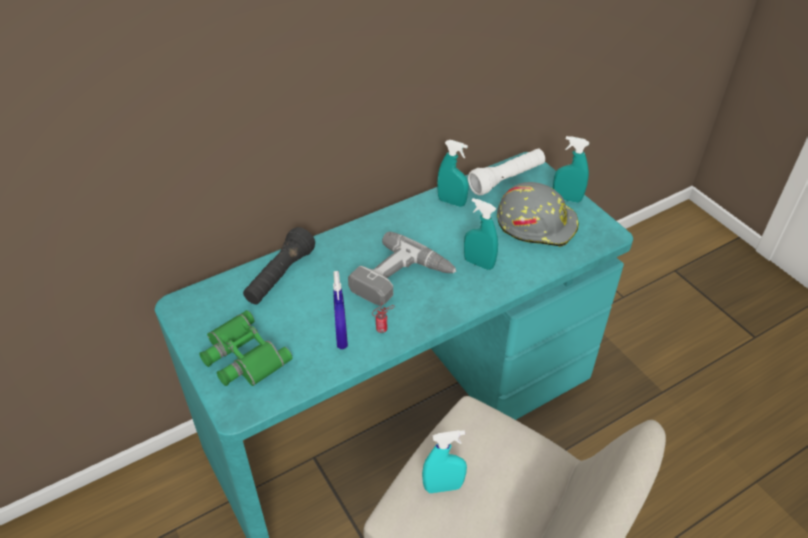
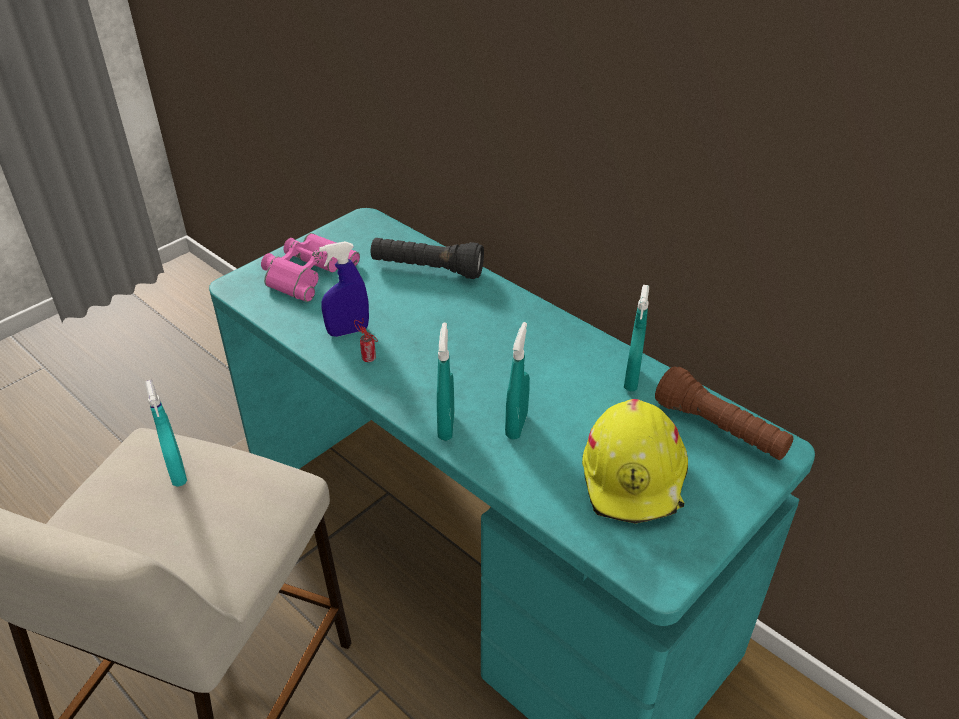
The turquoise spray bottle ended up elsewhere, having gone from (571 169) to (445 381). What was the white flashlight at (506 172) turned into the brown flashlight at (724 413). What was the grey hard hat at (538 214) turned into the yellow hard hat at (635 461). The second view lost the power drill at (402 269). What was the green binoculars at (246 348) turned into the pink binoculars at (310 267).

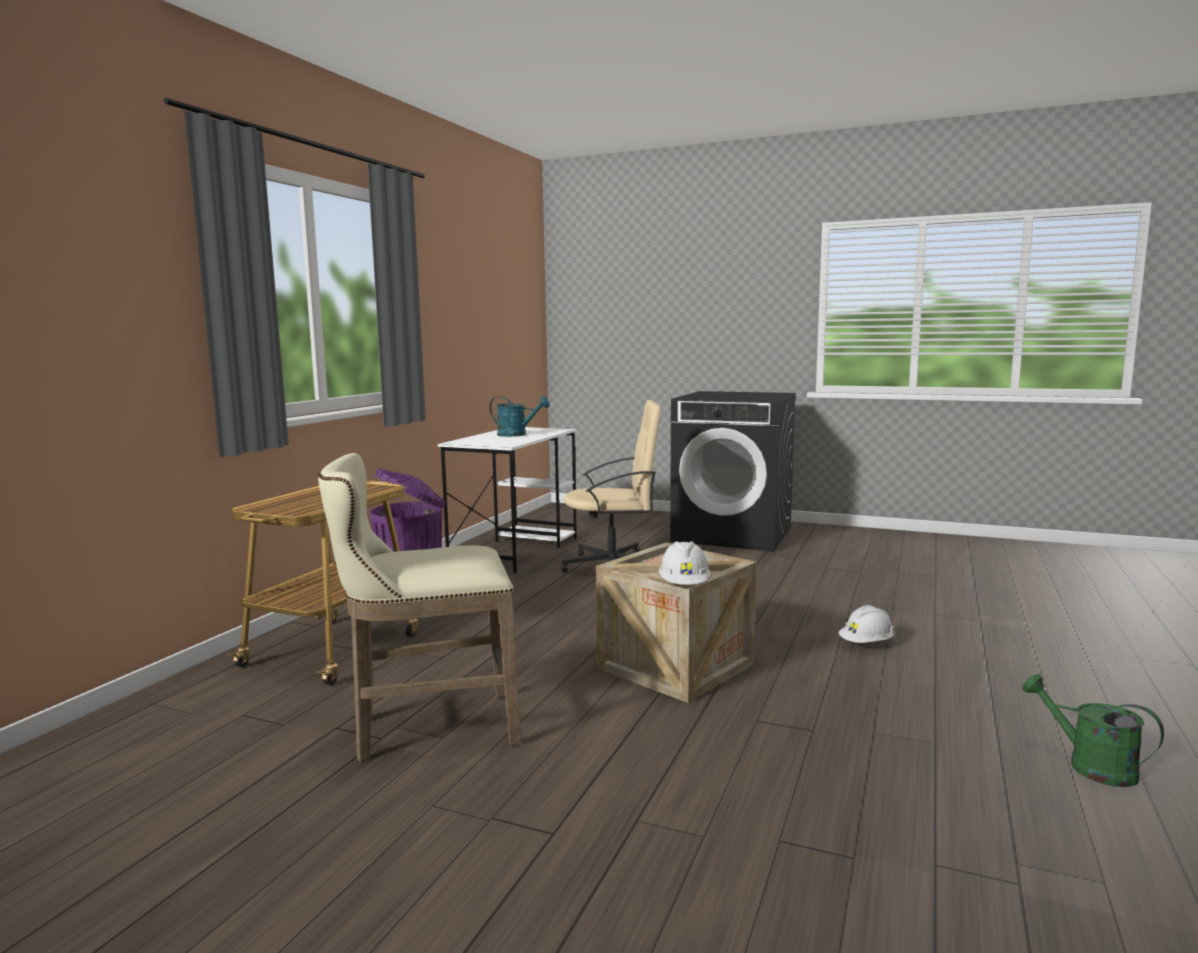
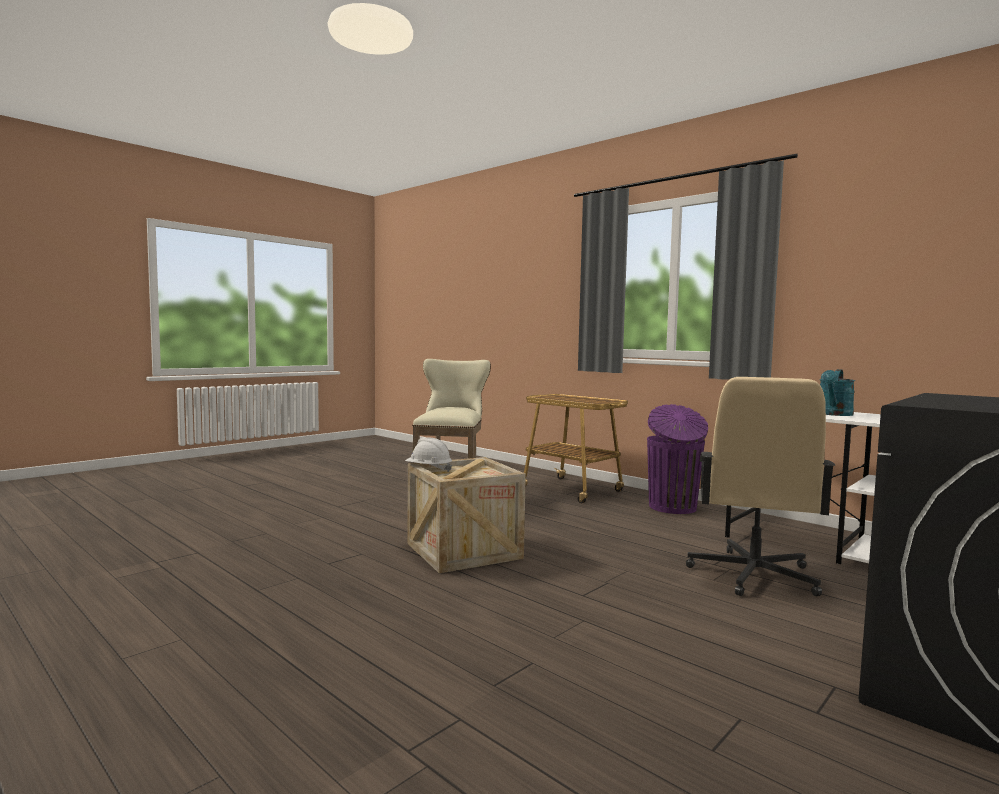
The second view lost the white hard hat at (867 624). The second view lost the green watering can at (1093 730).

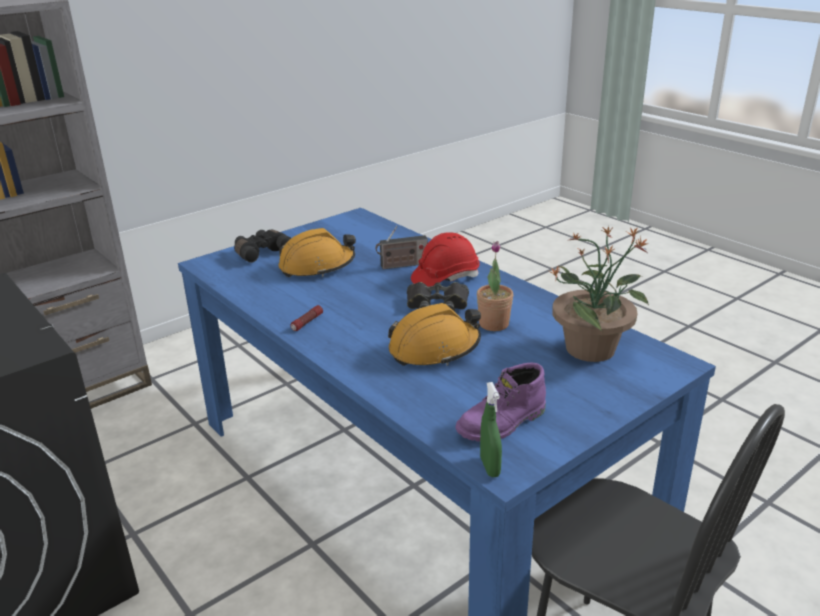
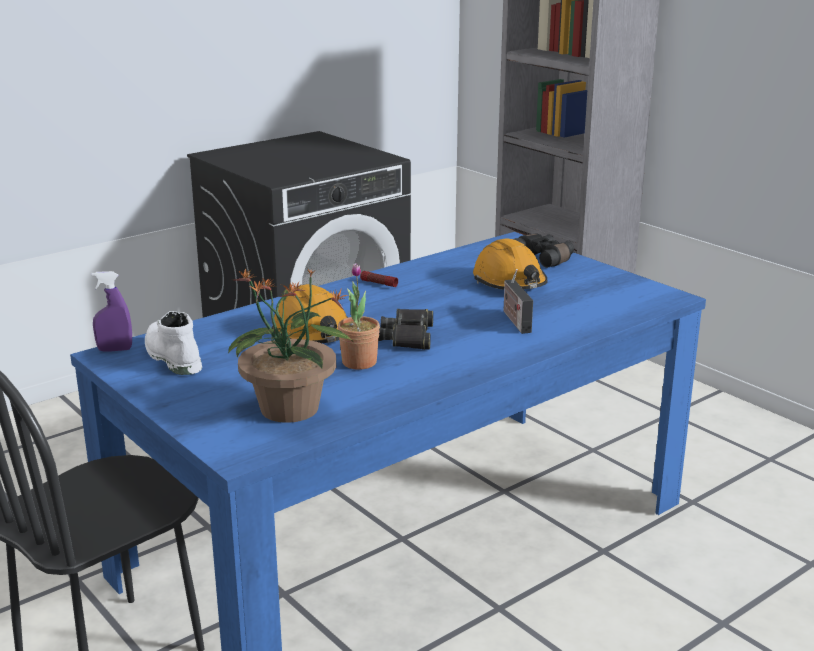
The second view lost the red hard hat at (445 259). What was the purple boot at (500 402) turned into the white boot at (173 343). What was the green spray bottle at (491 429) turned into the purple spray bottle at (111 311).

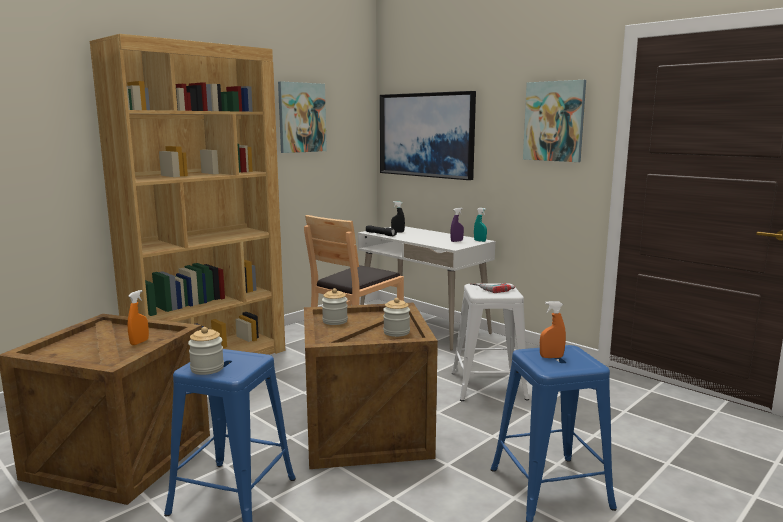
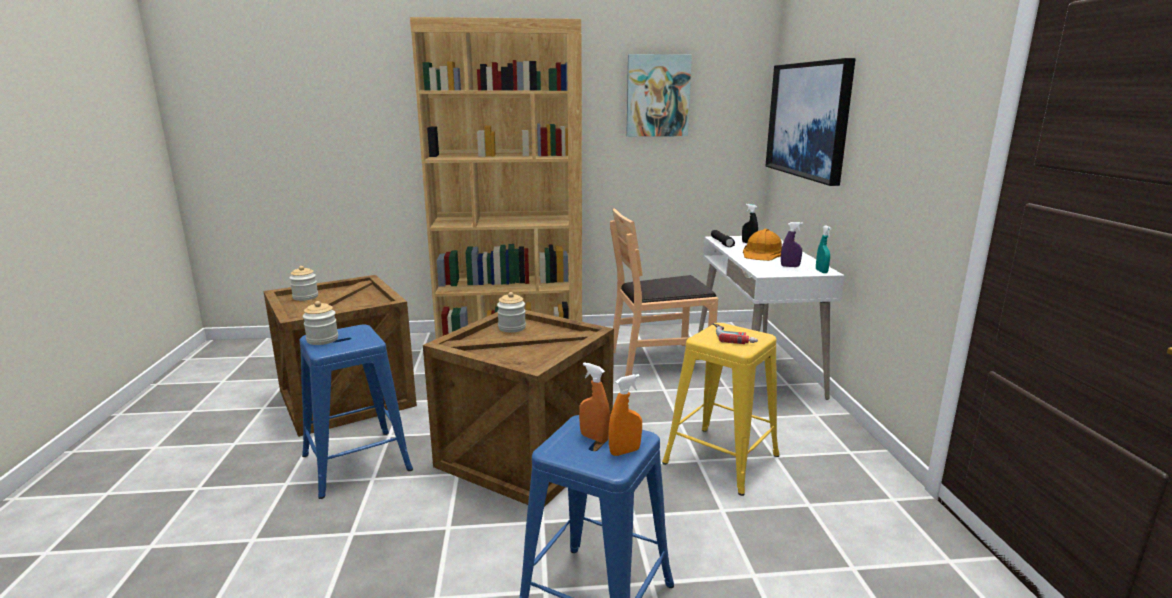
The second view lost the picture at (554 121). What was the white stool at (490 342) turned into the yellow stool at (721 409). The orange spray bottle ended up elsewhere, having gone from (138 317) to (625 415). The jar ended up elsewhere, having gone from (396 317) to (304 283). The second view gained the orange hard hat at (762 245).

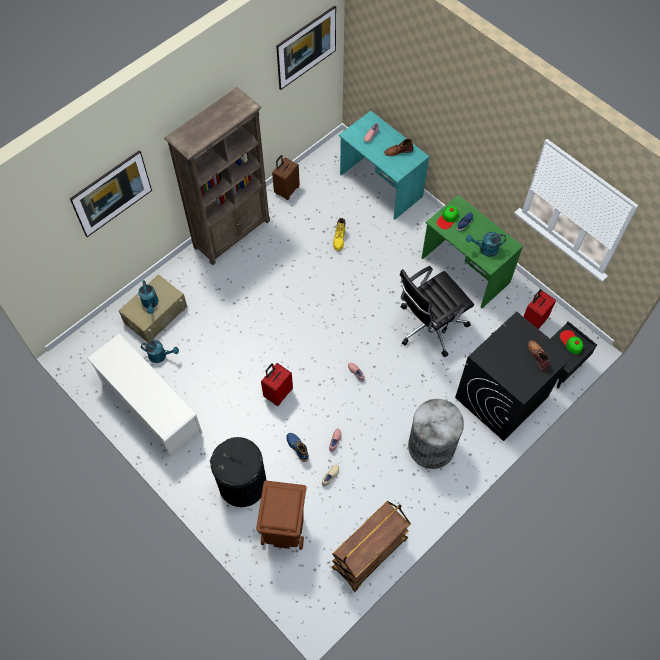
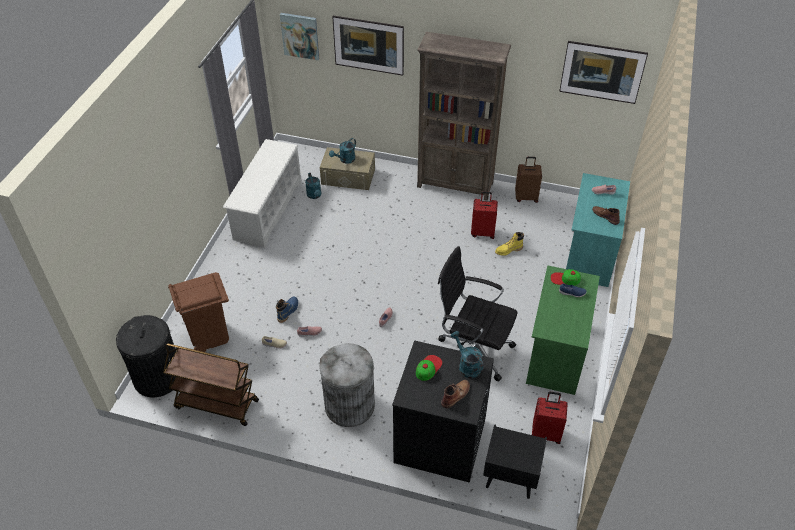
The turquoise watering can ended up elsewhere, having gone from (486 244) to (467 354). The cap ended up elsewhere, having gone from (571 342) to (429 368). The red suitcase ended up elsewhere, having gone from (277 384) to (484 215). The black trash can ended up elsewhere, having gone from (238 472) to (146 356). The second view gained the picture at (299 36).

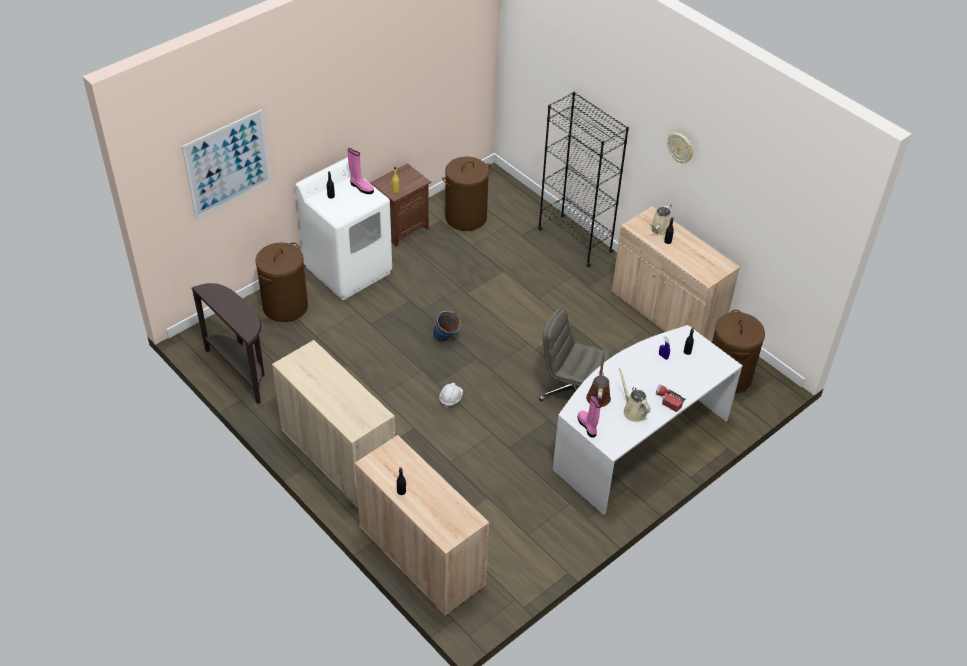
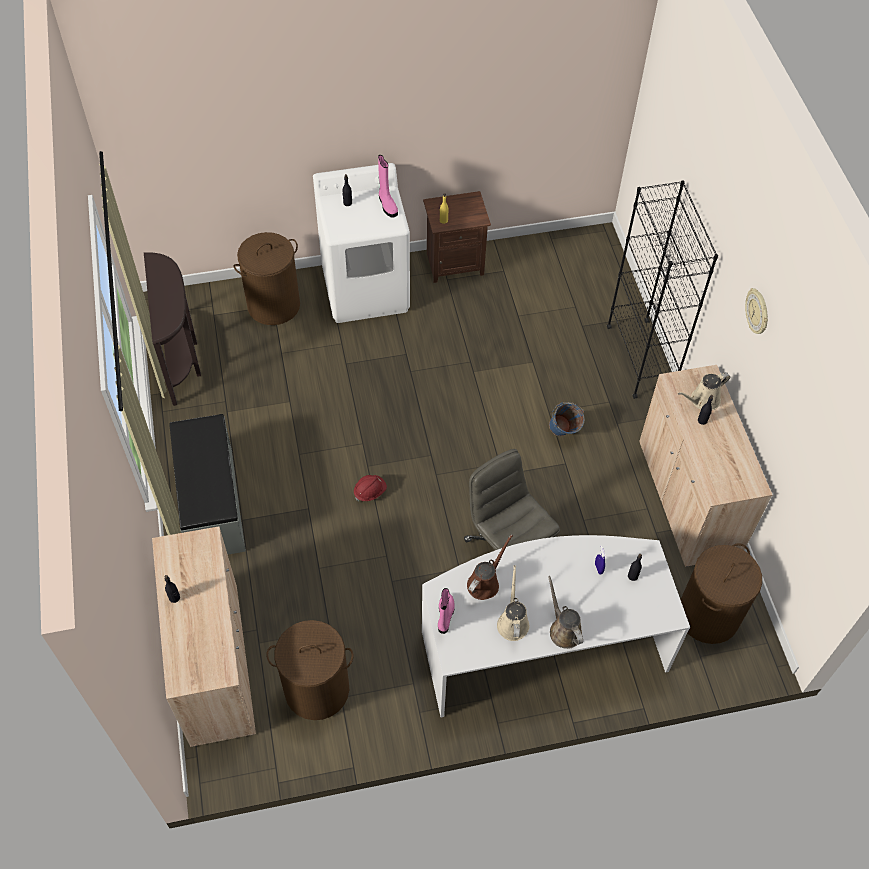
The second view lost the picture at (226 164). The brown laundry basket ended up elsewhere, having gone from (467 194) to (310 670). The blue bucket ended up elsewhere, having gone from (446 326) to (567 419). Where the beige cabinet stood at (333 424), the grey bench came to stand at (207 484). What was the white hard hat at (451 395) turned into the red hard hat at (370 488). Where the flashlight stood at (671 398), the brown watering can came to stand at (565 612).

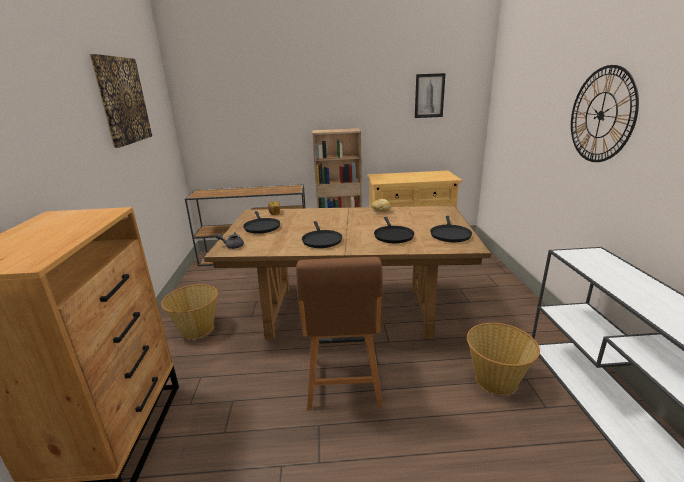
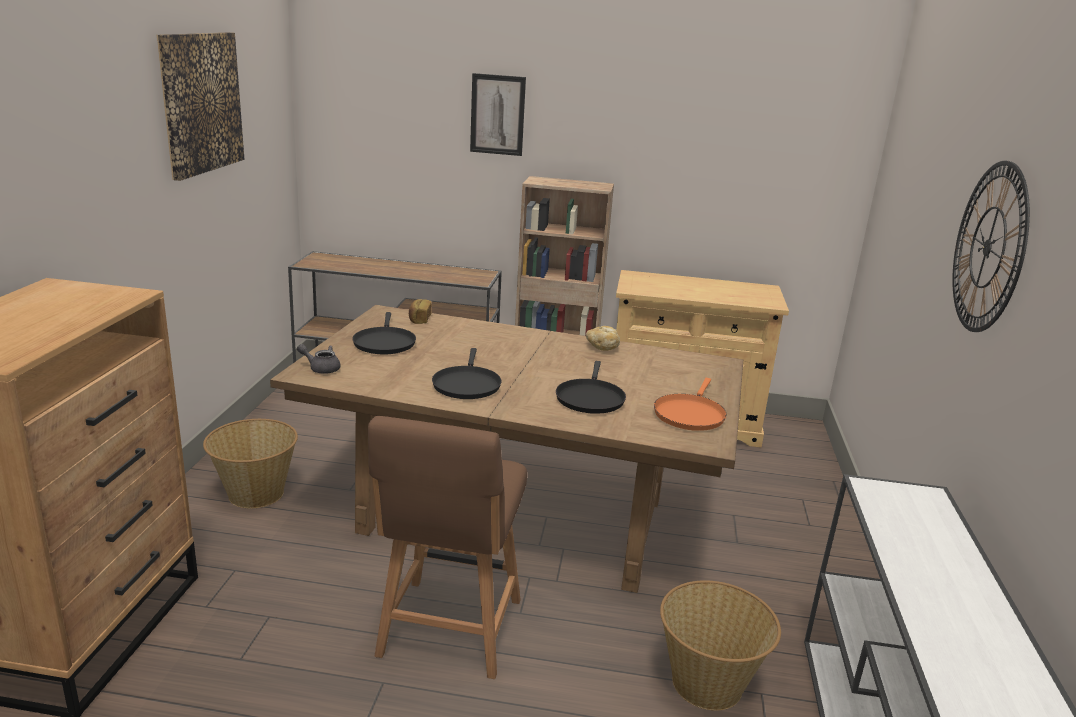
The picture ended up elsewhere, having gone from (430 95) to (498 114). What was the black frying pan at (451 229) turned into the orange frying pan at (690 404).

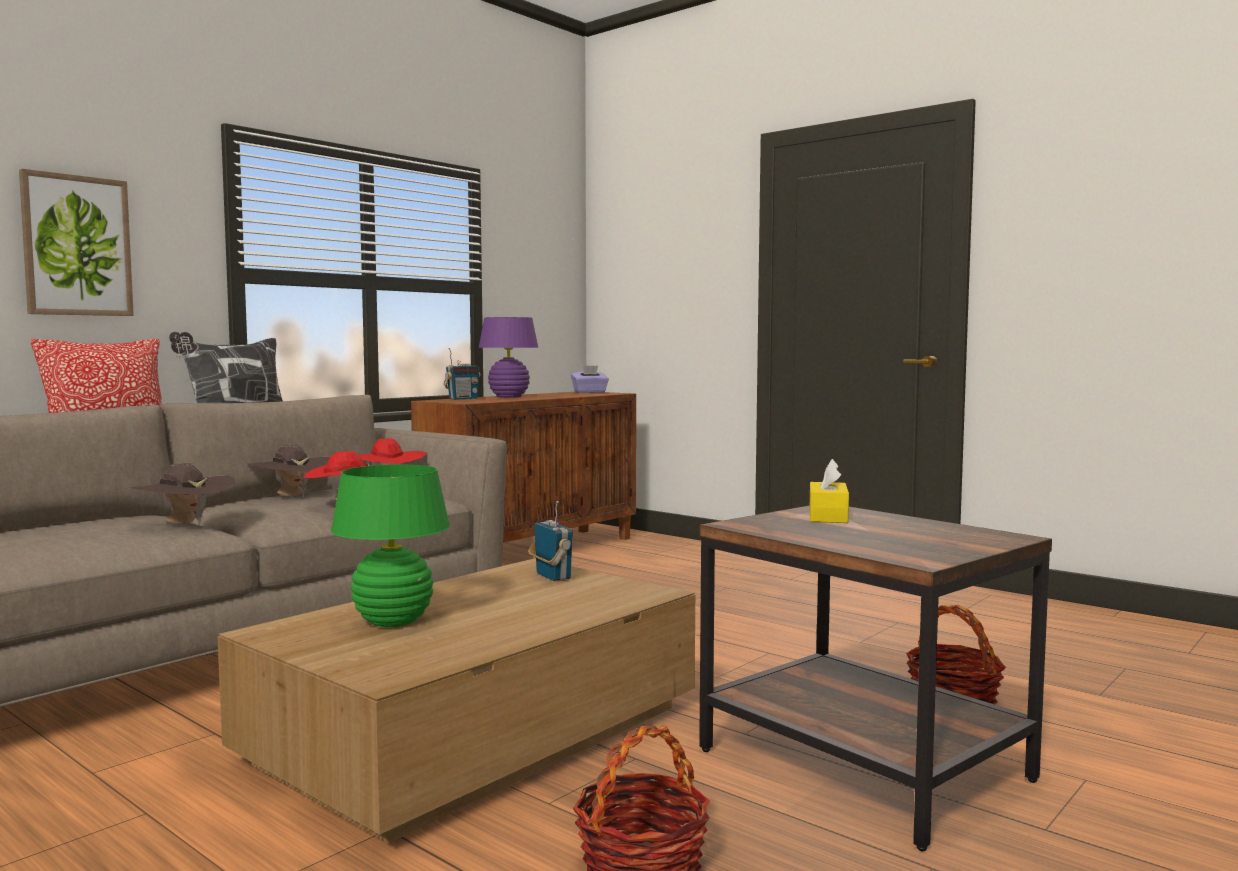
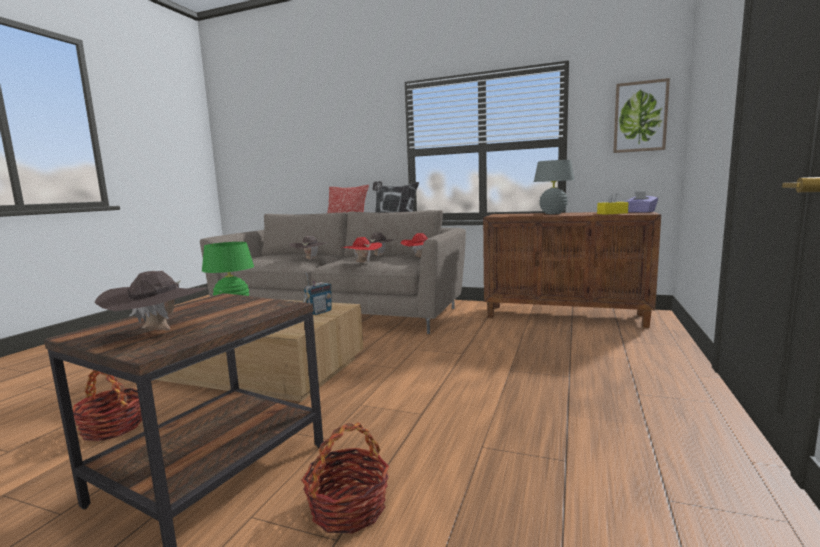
The picture ended up elsewhere, having gone from (76 242) to (641 115). What was the purple table lamp at (509 357) turned into the grey table lamp at (554 187). The second view lost the radio at (461 374). The yellow tissue box ended up elsewhere, having gone from (829 491) to (612 203). The second view gained the brown hat at (150 301).

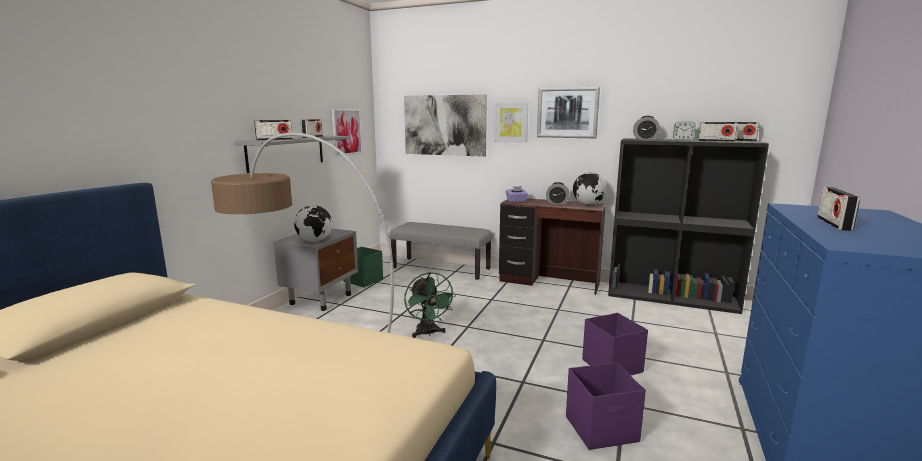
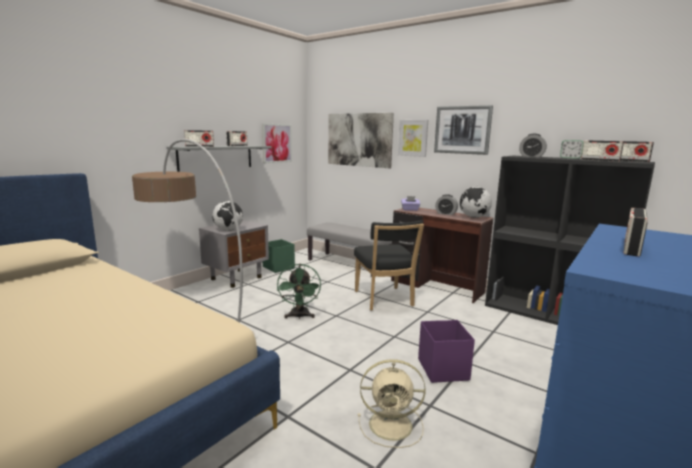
Where the purple storage box stood at (606 406), the beige fan came to stand at (392 403). The second view gained the black chair at (389 265).

